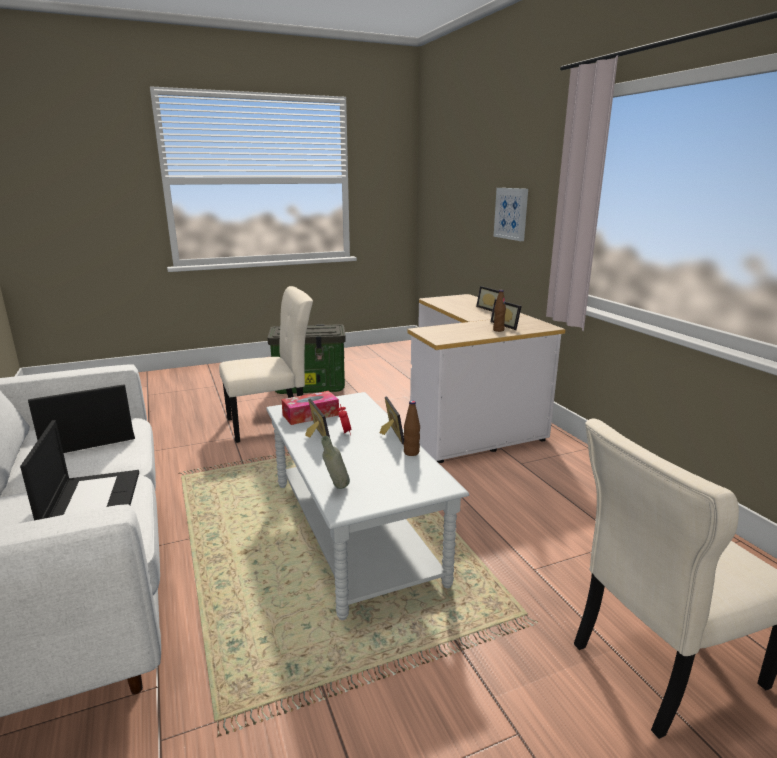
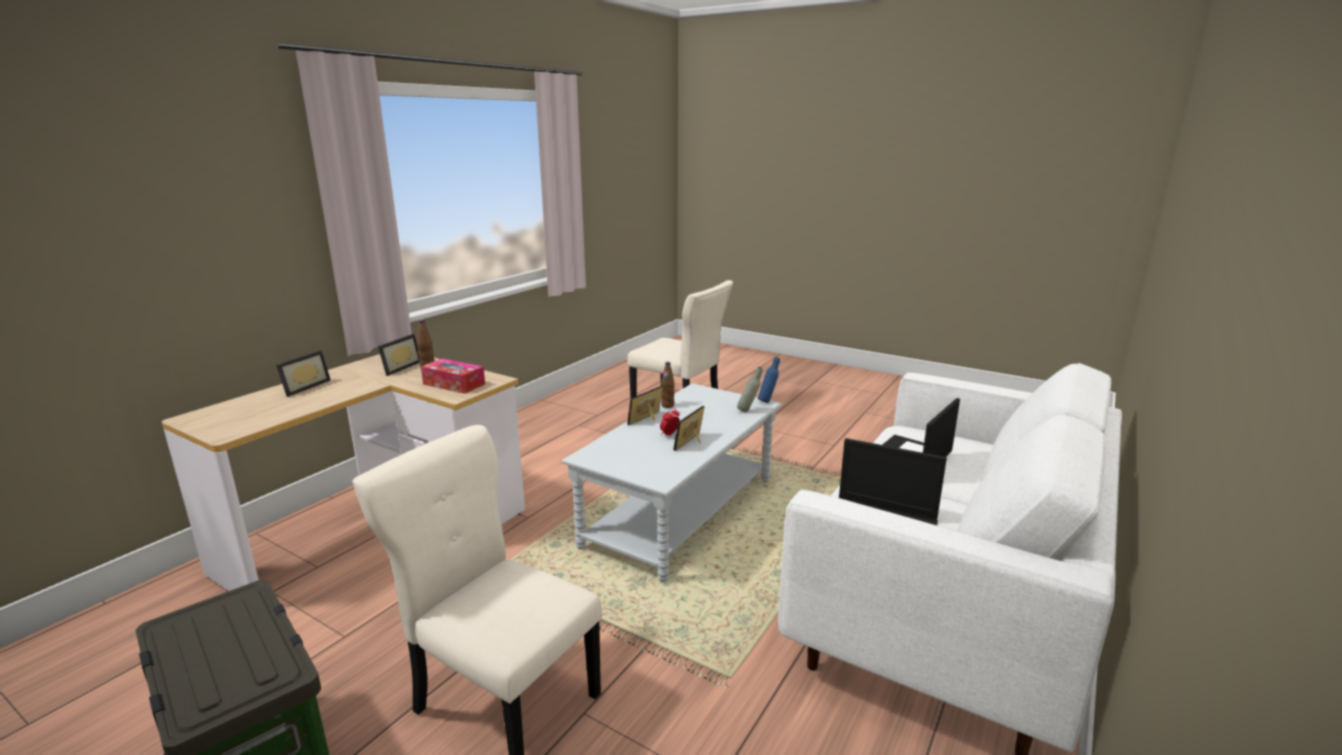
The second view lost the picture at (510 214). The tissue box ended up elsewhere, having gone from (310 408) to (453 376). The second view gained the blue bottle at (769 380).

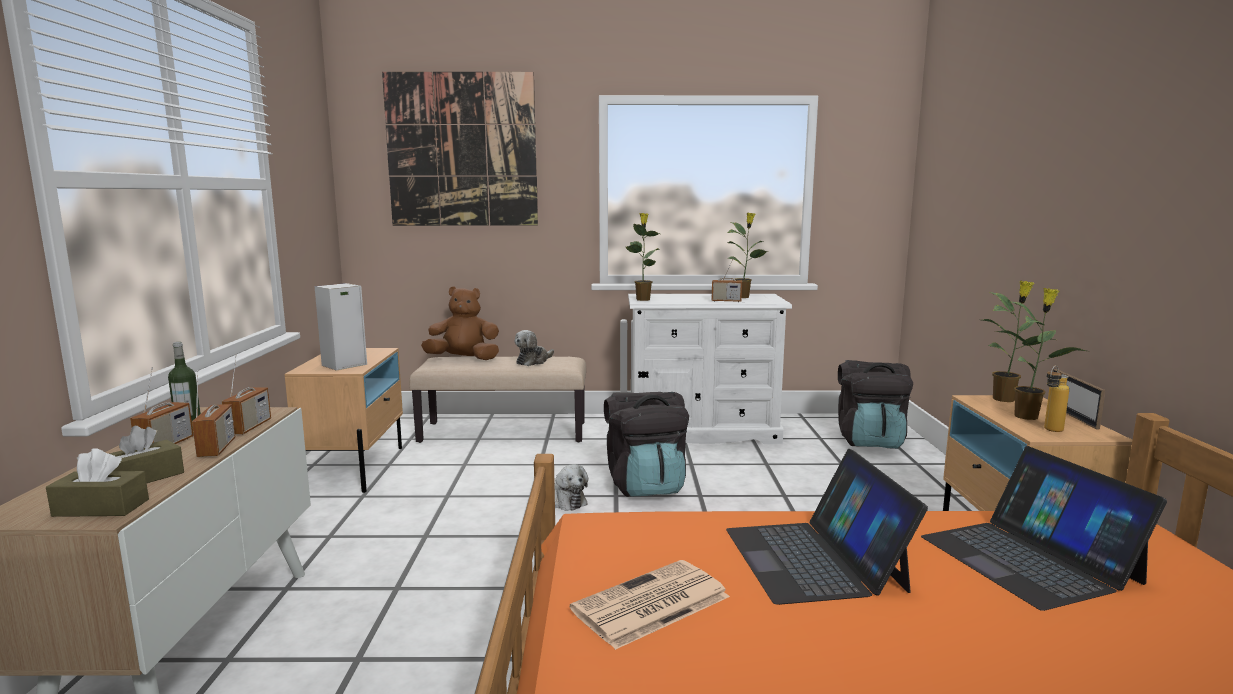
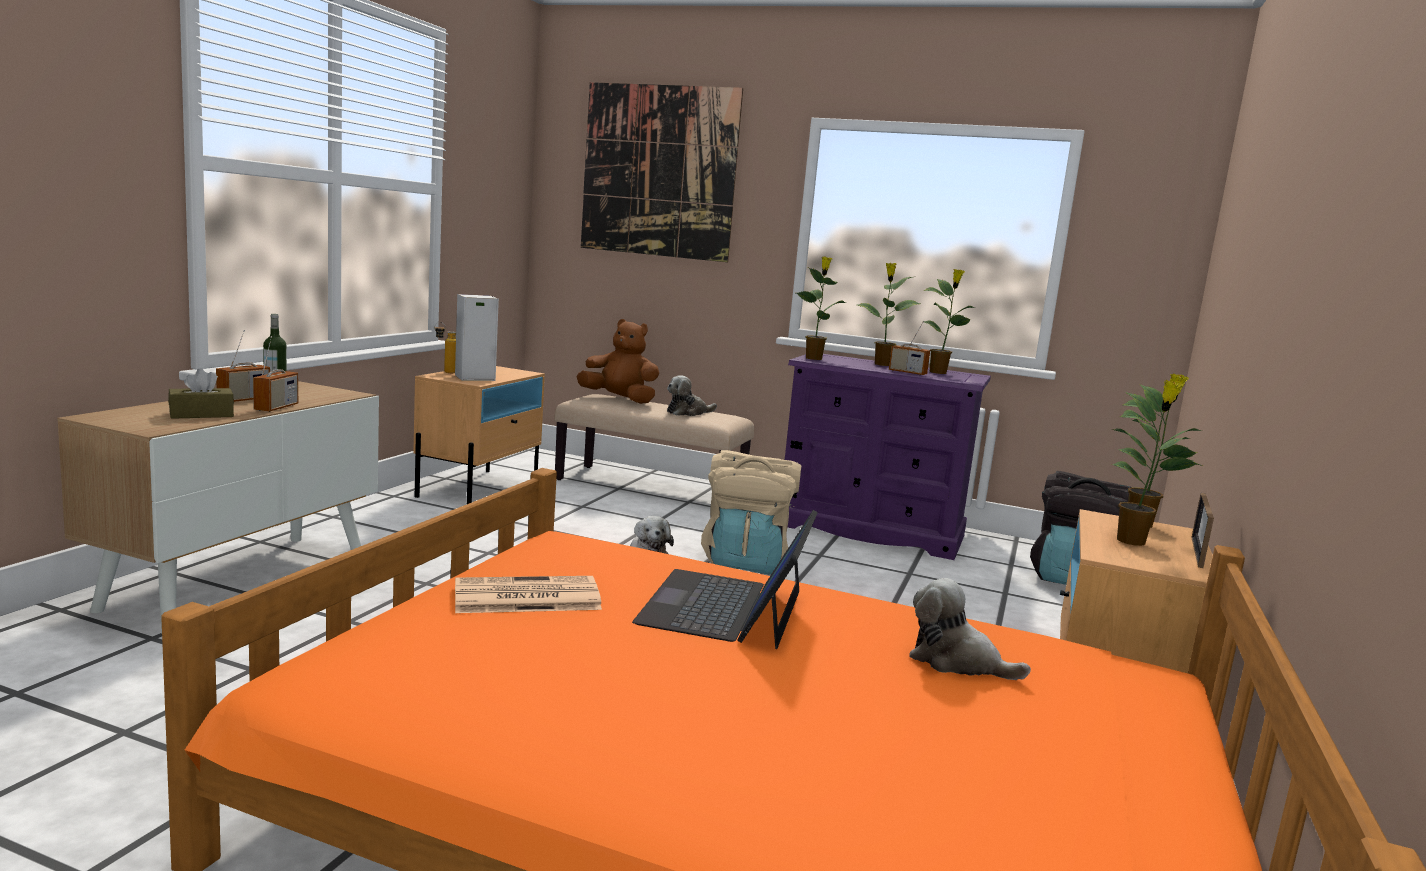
What was the white dresser at (710 369) turned into the purple dresser at (888 457). The second view lost the radio at (246 394). The bottle ended up elsewhere, having gone from (1056 398) to (445 347). What was the black backpack at (646 444) turned into the beige backpack at (751 512). Where the laptop stood at (1044 528), the plush toy came to stand at (970 629). The second view lost the brown tissue box at (97 482). The second view gained the potted plant at (889 314).

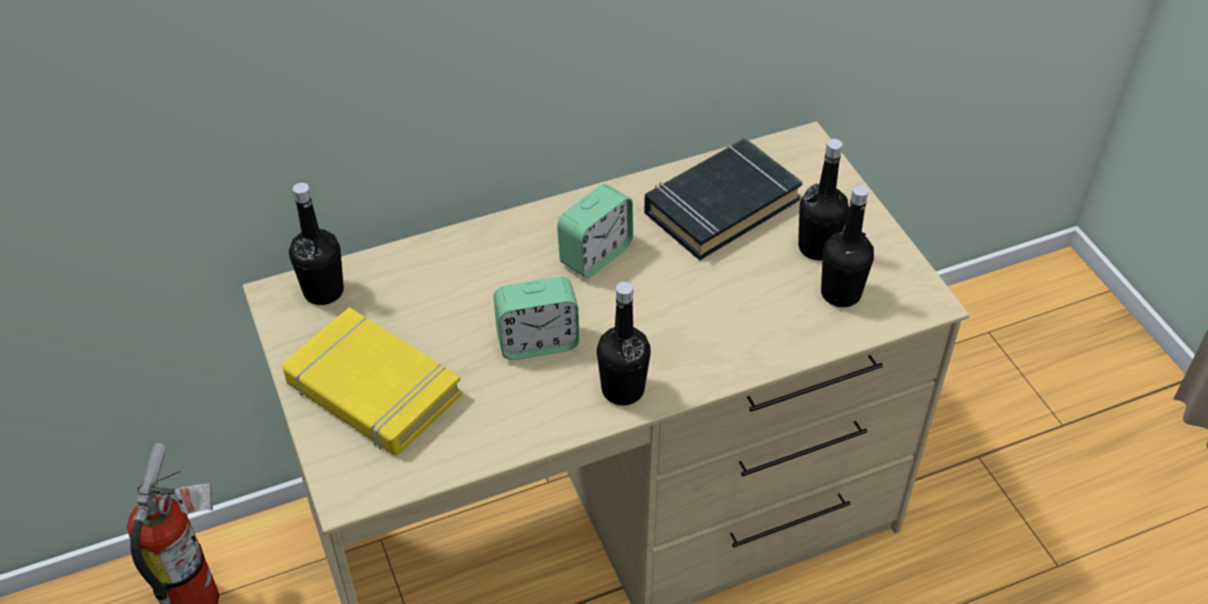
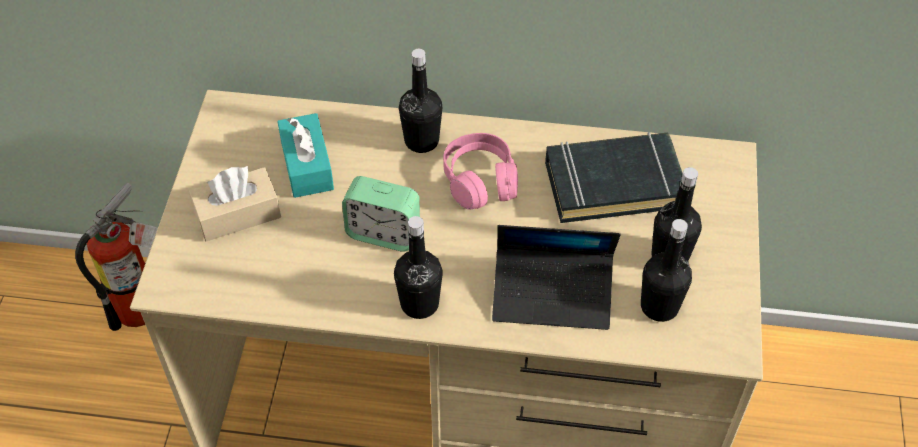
The black bottle ended up elsewhere, having gone from (316 244) to (420 101). Where the alarm clock stood at (595 231), the pink headphones came to stand at (480 171). Where the yellow book stood at (372 381), the beige tissue box came to stand at (235 204). The second view gained the turquoise tissue box at (305 155). The second view gained the laptop at (556 277).

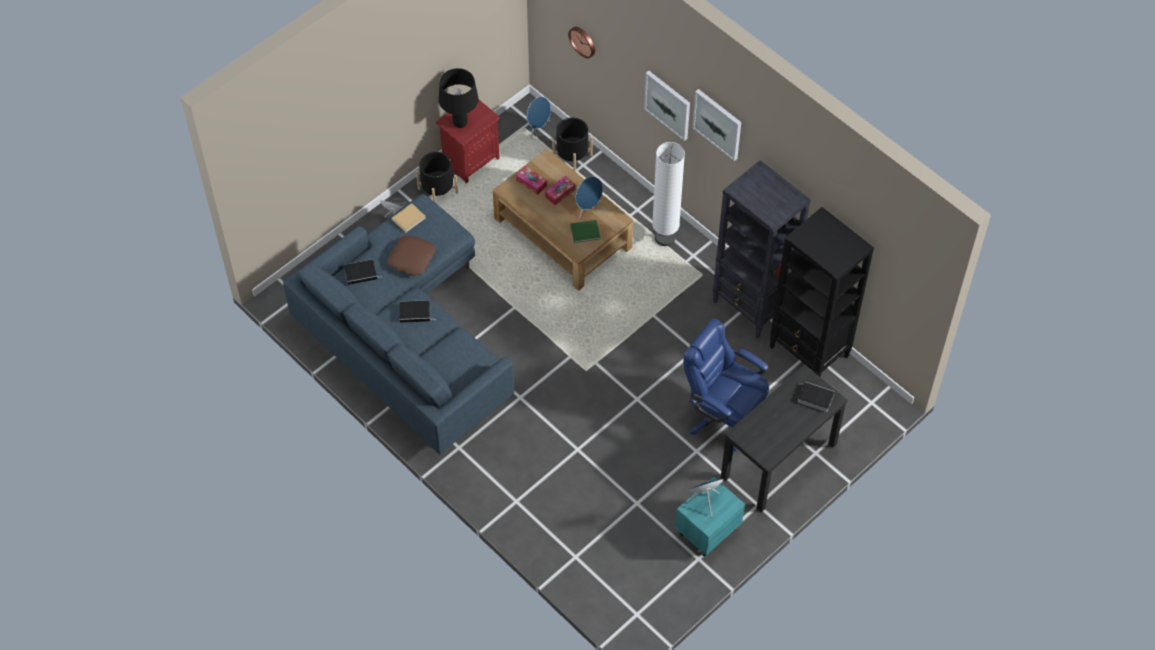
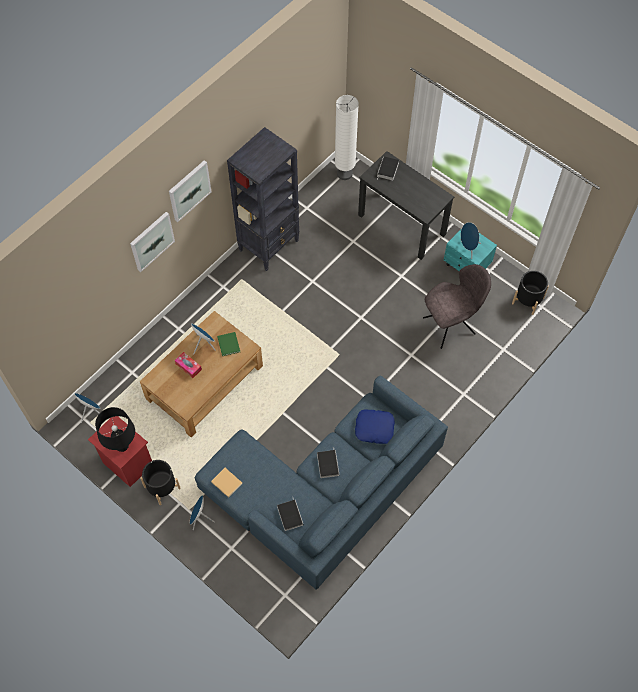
The second view lost the wall clock at (581 42). The black planter ended up elsewhere, having gone from (572 144) to (530 293). The white floor lamp ended up elsewhere, having gone from (668 194) to (347 137). The second view lost the tissue box at (531 180). The second view lost the black bookcase at (822 292). The second view lost the brown pillow at (412 255). The second view lost the blue office chair at (726 385). The second view gained the grey chair at (457 306). The second view gained the blue pillow at (375 427).

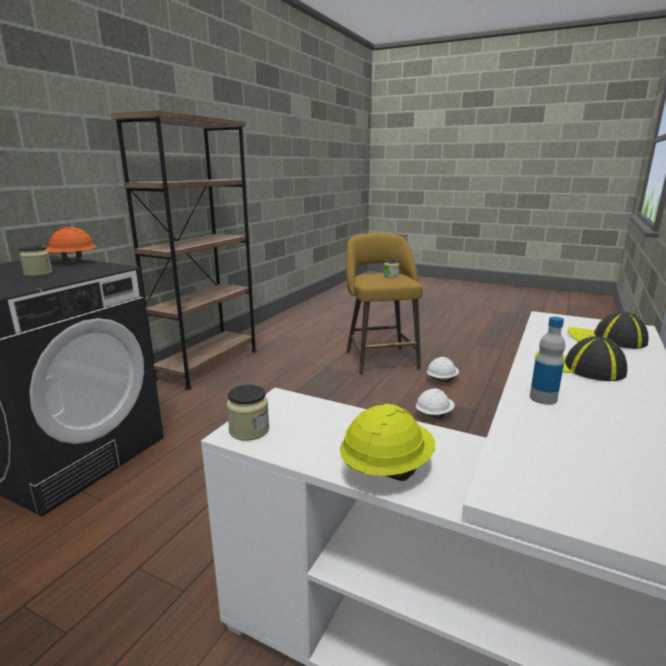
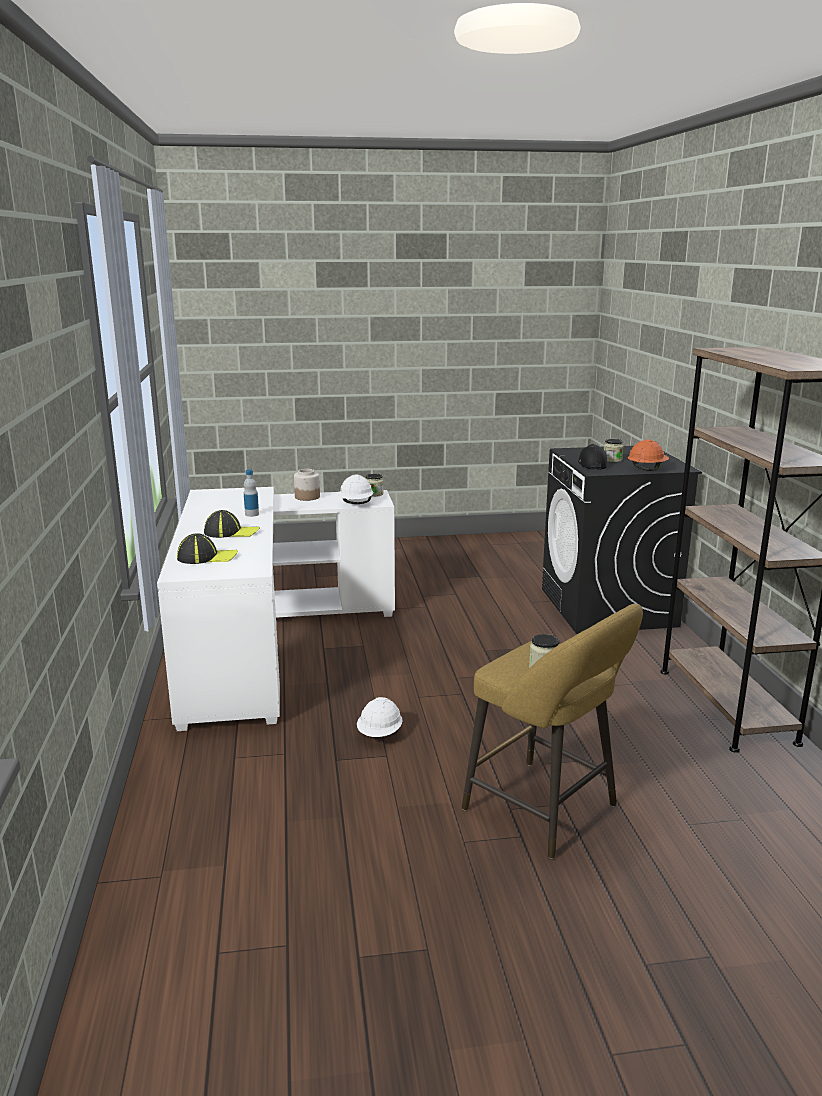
The white hard hat ended up elsewhere, having gone from (443 369) to (355 489). Where the yellow hard hat stood at (387 442), the jar came to stand at (307 485). The second view gained the black cap at (592 457).

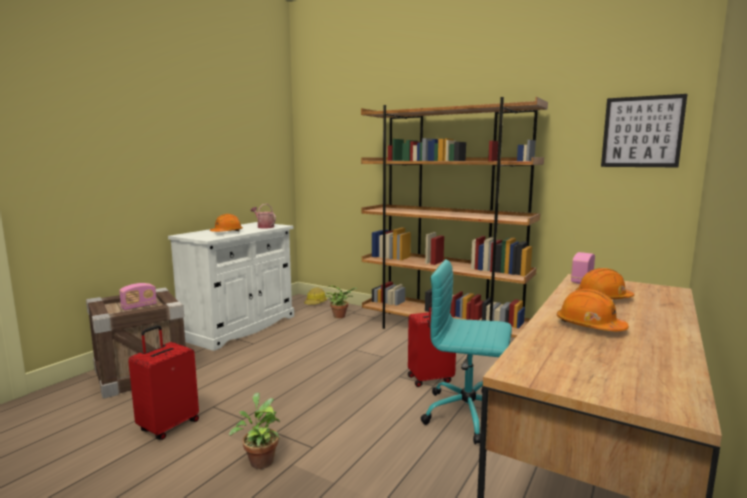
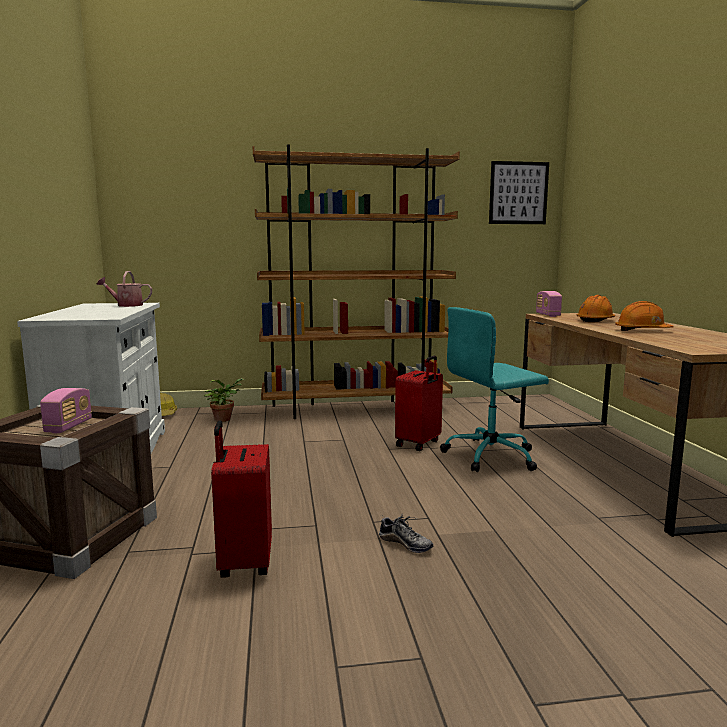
The second view lost the orange hard hat at (226 223). Where the potted plant stood at (254 431), the shoe came to stand at (406 533).

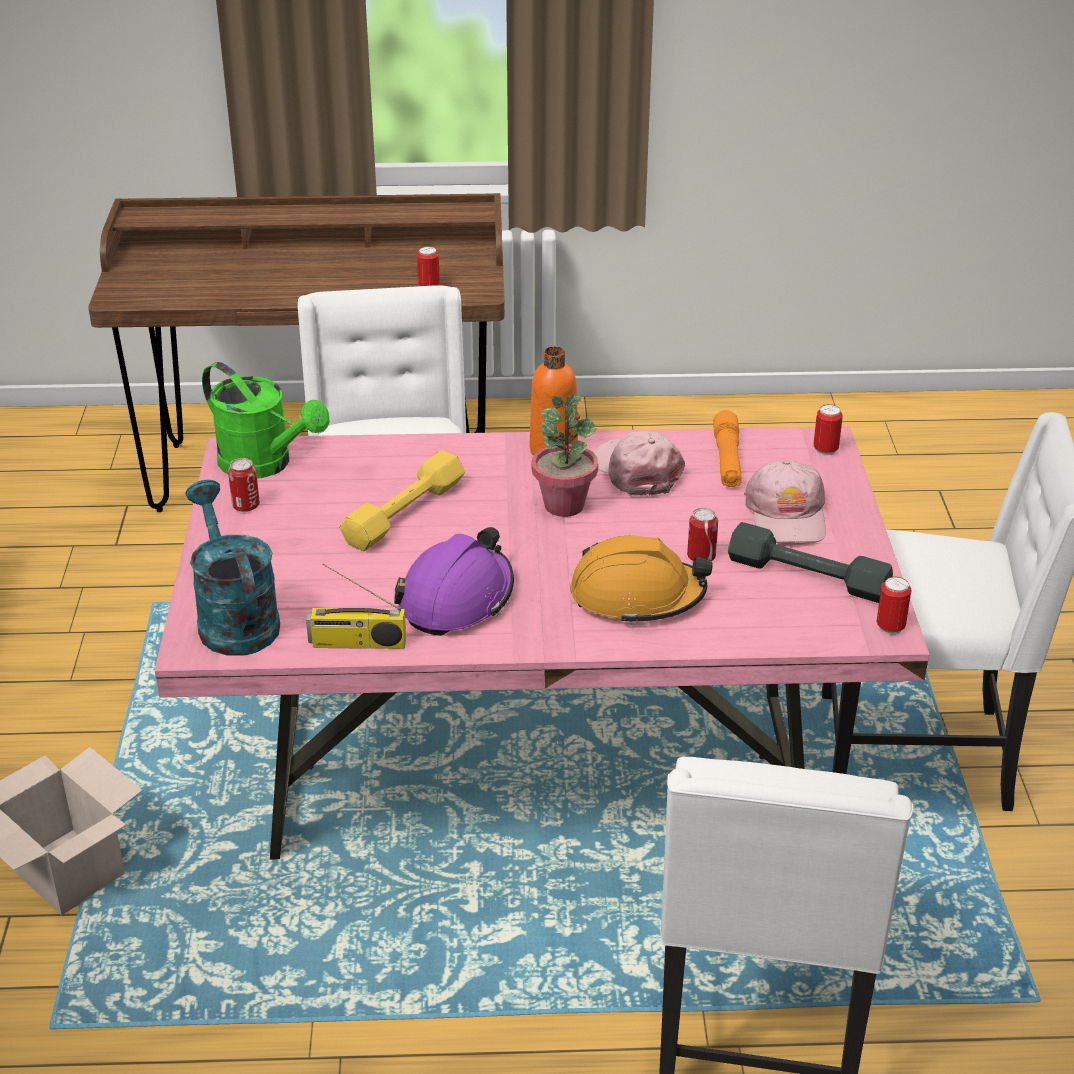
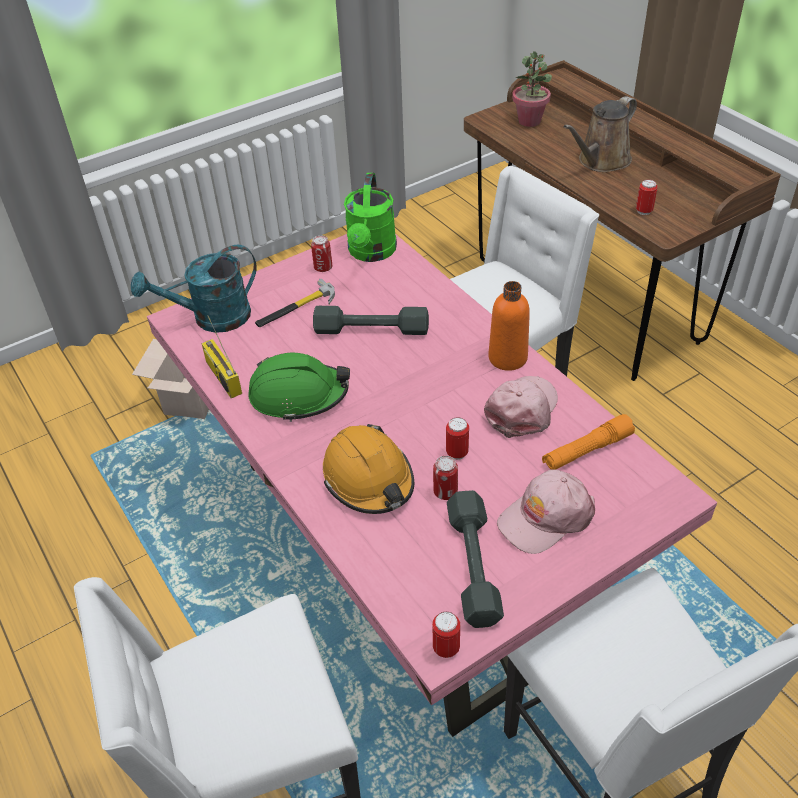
The potted plant ended up elsewhere, having gone from (564 455) to (532 89). The can ended up elsewhere, having gone from (828 430) to (457 438). What was the yellow dumbbell at (402 500) turned into the grey dumbbell at (371 320). The turquoise watering can at (232 568) ended up facing another way, 150 degrees counterclockwise from before. What was the purple hard hat at (454 581) turned into the green hard hat at (299 387). The second view gained the brown watering can at (600 134). The second view gained the hammer at (295 303).

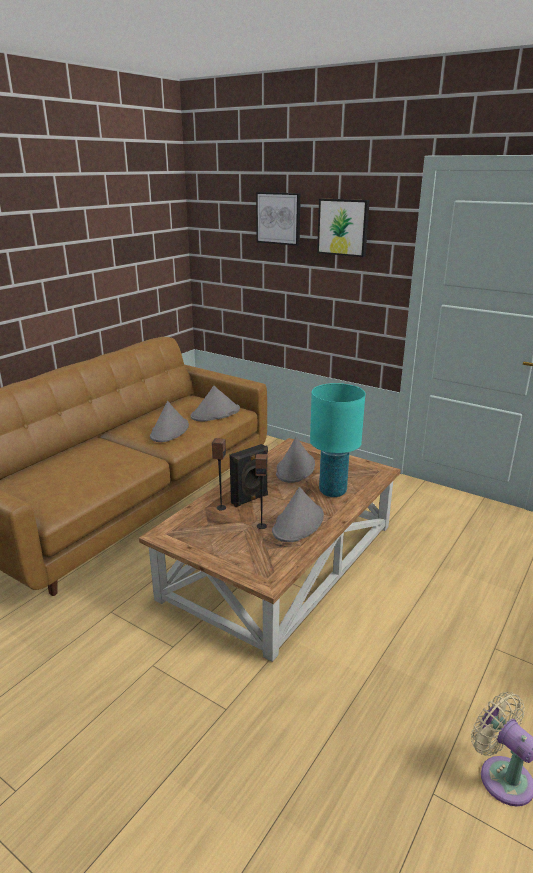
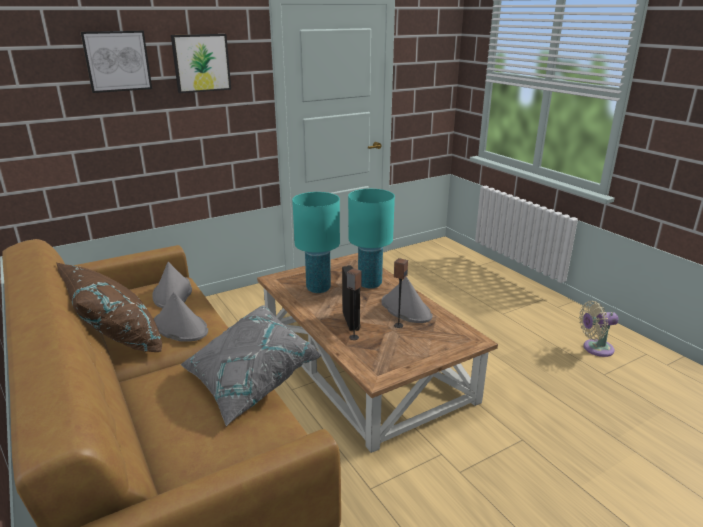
Where the grey hat stood at (295 460), the turquoise table lamp came to stand at (316 242). The second view gained the brown pillow at (109 307). The second view gained the grey pillow at (250 365).

